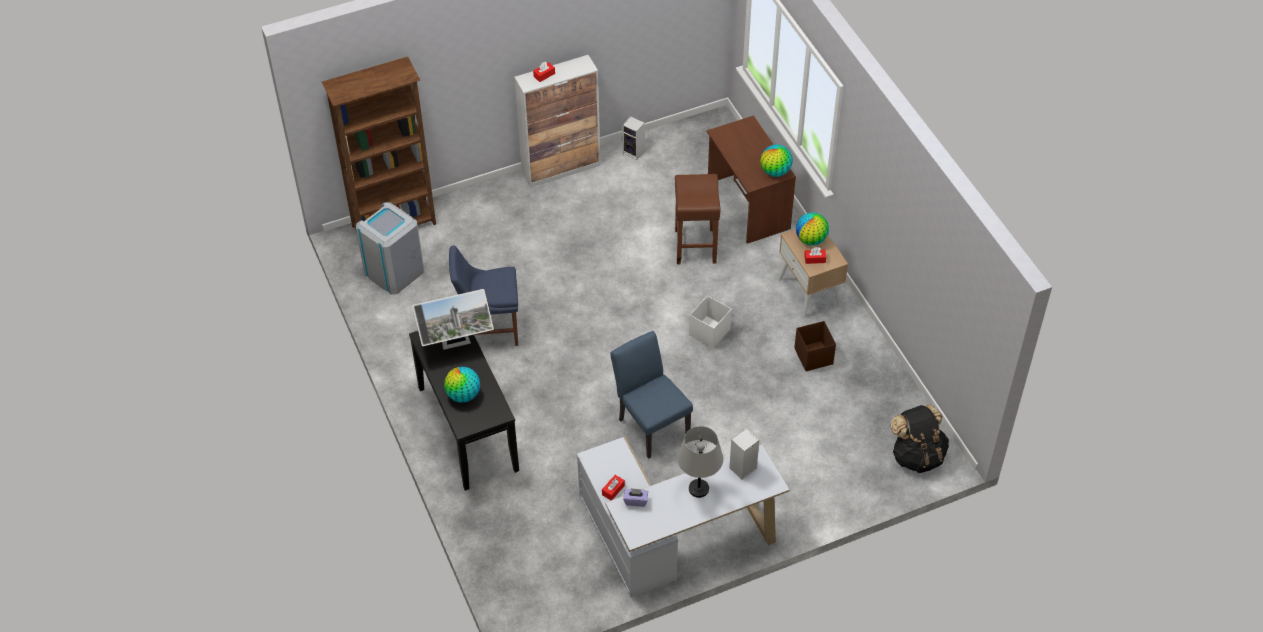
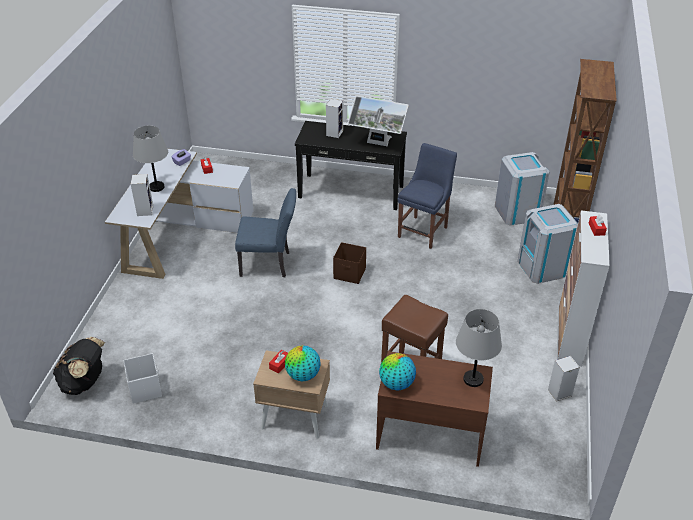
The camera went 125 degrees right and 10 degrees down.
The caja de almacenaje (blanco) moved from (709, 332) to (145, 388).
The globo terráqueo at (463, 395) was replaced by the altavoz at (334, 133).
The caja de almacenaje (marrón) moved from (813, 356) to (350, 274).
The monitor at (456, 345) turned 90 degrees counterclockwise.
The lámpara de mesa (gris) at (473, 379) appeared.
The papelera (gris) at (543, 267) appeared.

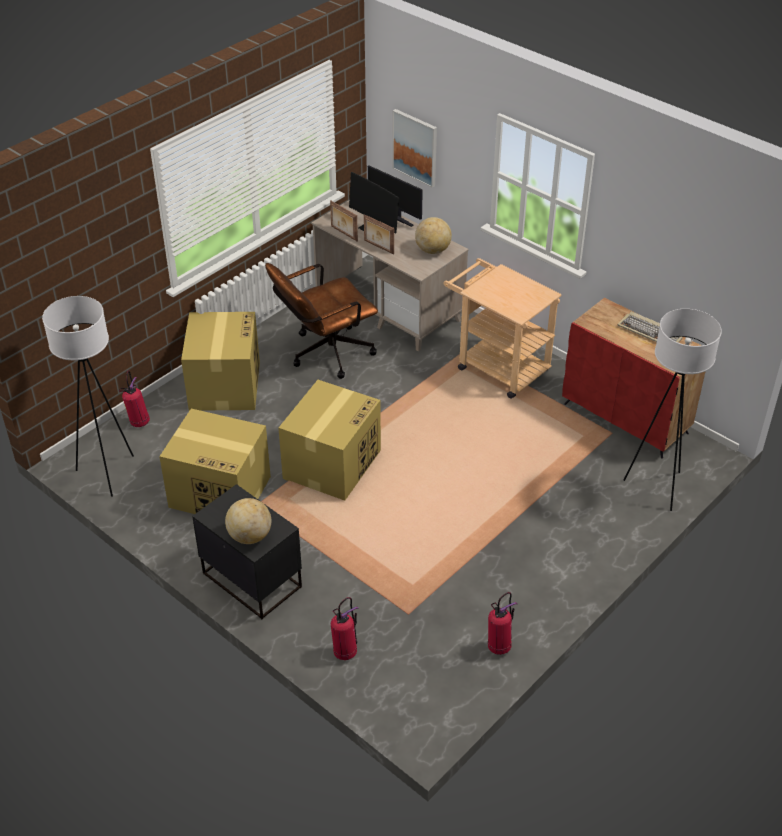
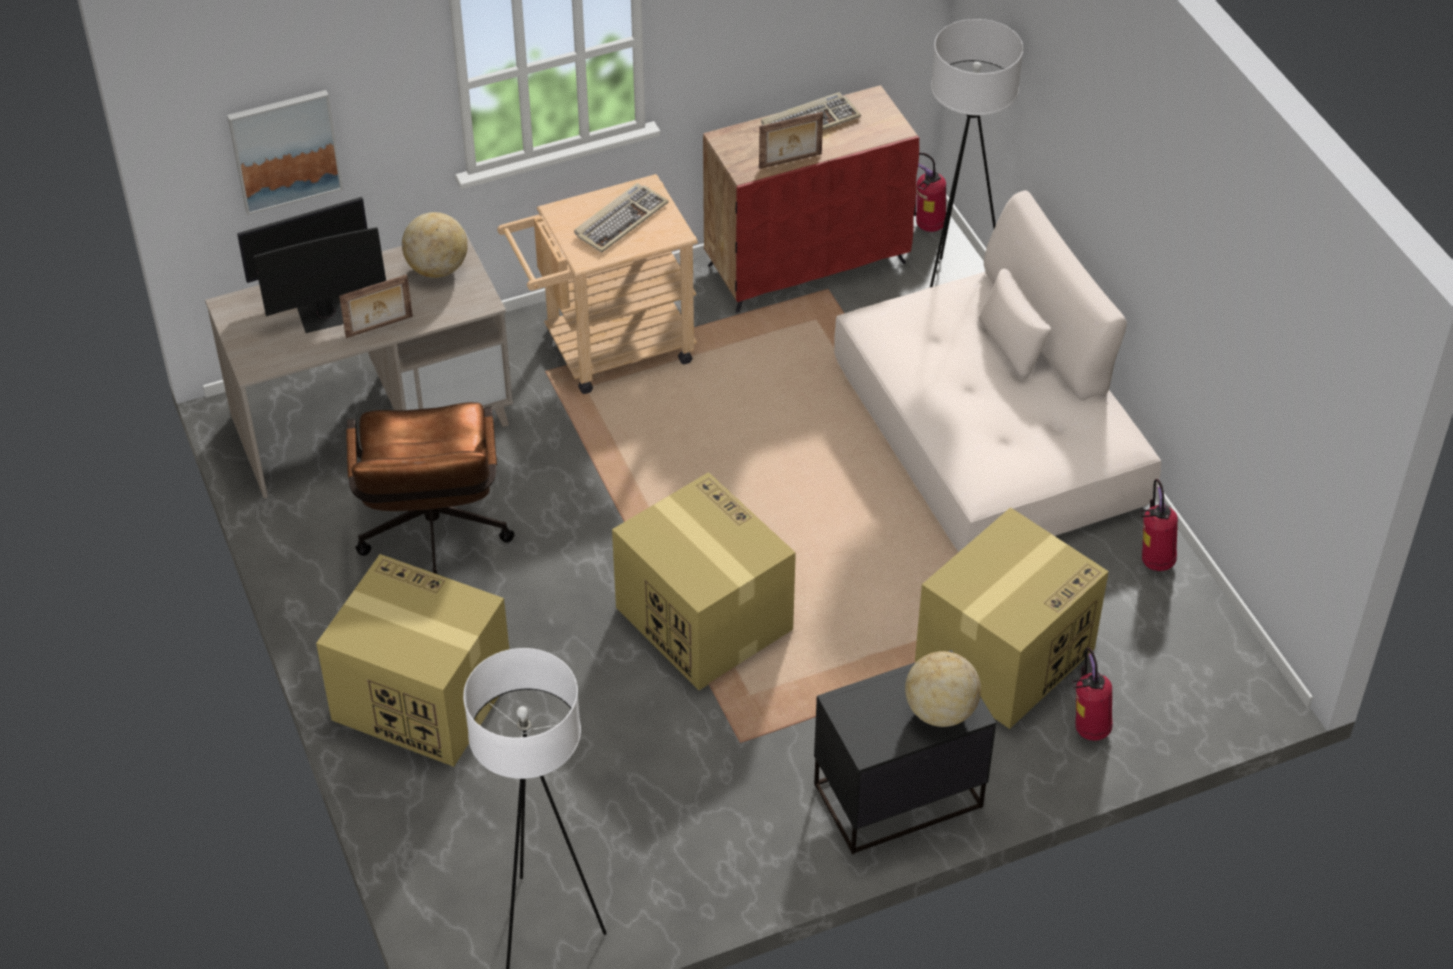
The camera went 65 degrees left and 5 degrees up.
The teclado at (620, 220) appeared.
The portarretratos moved from (343, 234) to (790, 161).
The sofá (beis) at (990, 433) appeared.
The extintor moved from (139, 422) to (927, 226).
The caja de cartón moved from (221, 492) to (1005, 654).

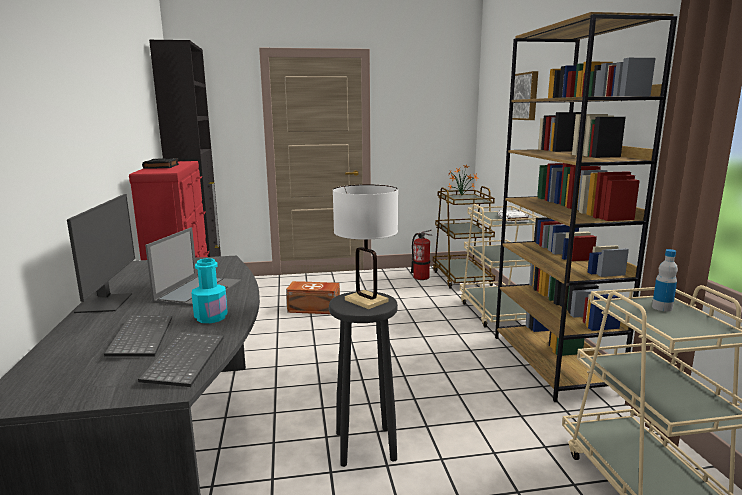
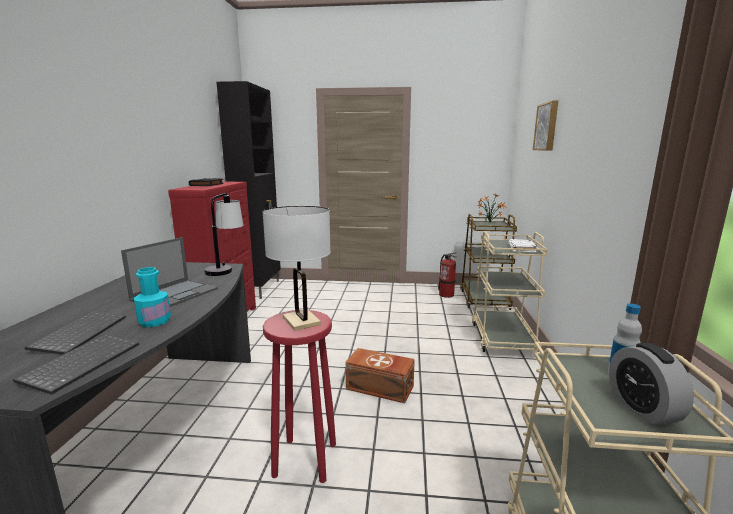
The camera went 15 degrees right and 0 degrees up.
The lámpara de mesa at (225, 268) appeared.
The taburete (negro) at (365, 446) became the taburete (rojo) at (304, 460).
The caja de almacenaje (marrón) moved from (314, 309) to (380, 388).
The despertador at (642, 408) appeared.
The monitor at (106, 303) disappeared.
The estantería (marrón) at (553, 363) disappeared.

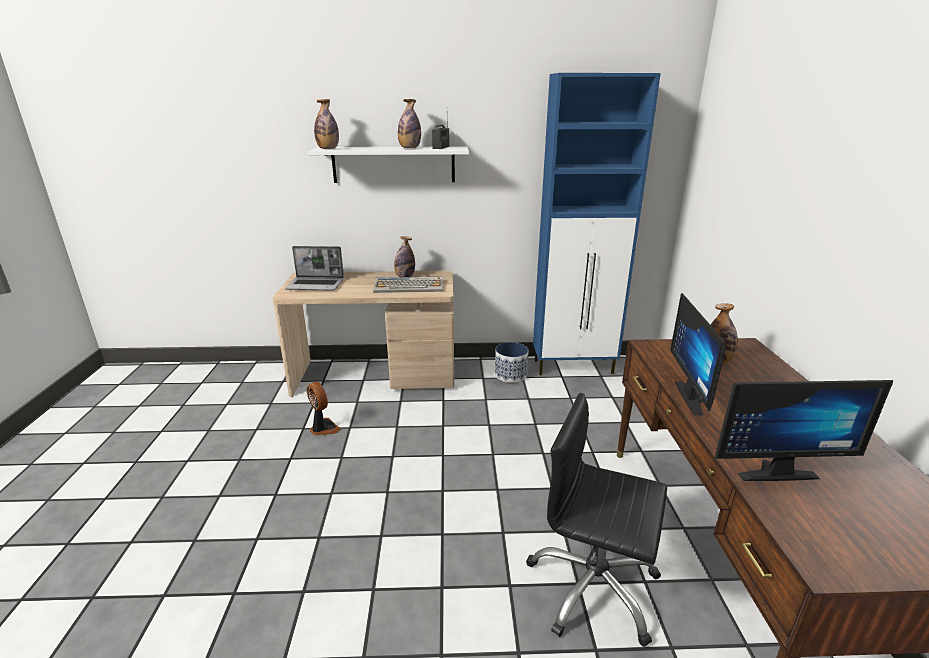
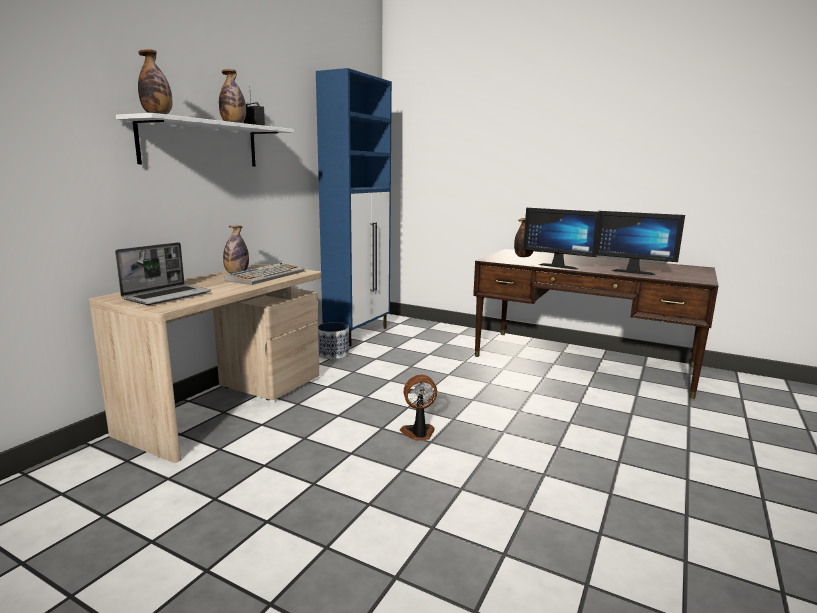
The camera went 60 degrees left and 10 degrees down.
The ventilador moved from (323, 428) to (418, 433).
The monitor at (772, 469) turned 90 degrees clockwise.
The silla de oficina (negro) at (593, 587) disappeared.

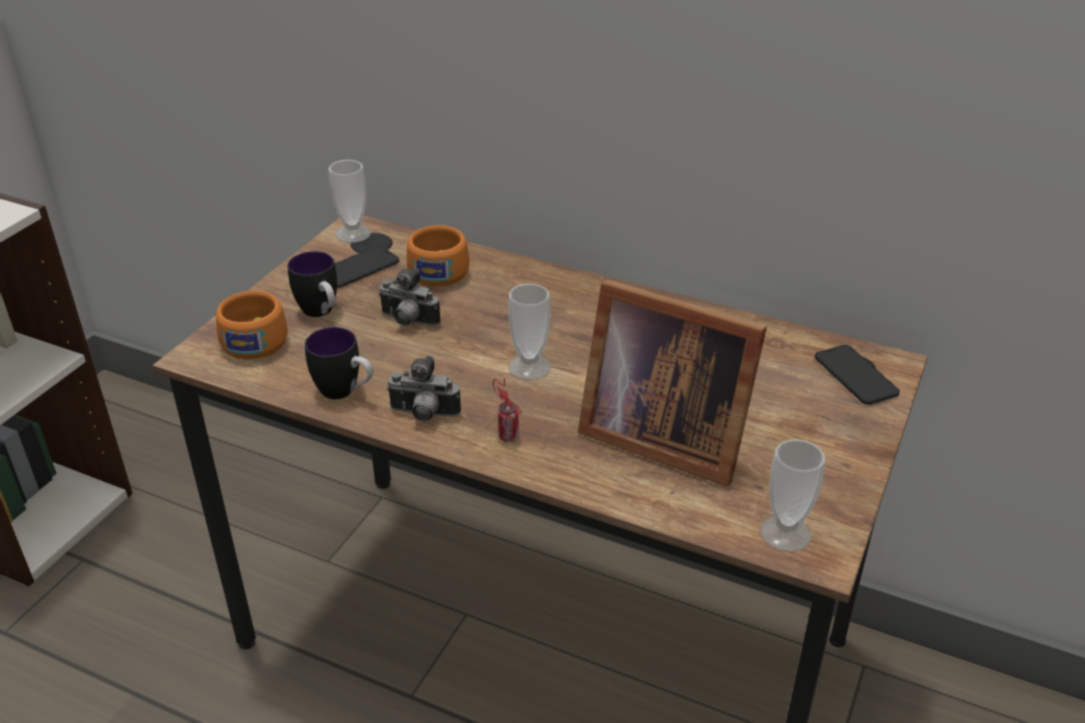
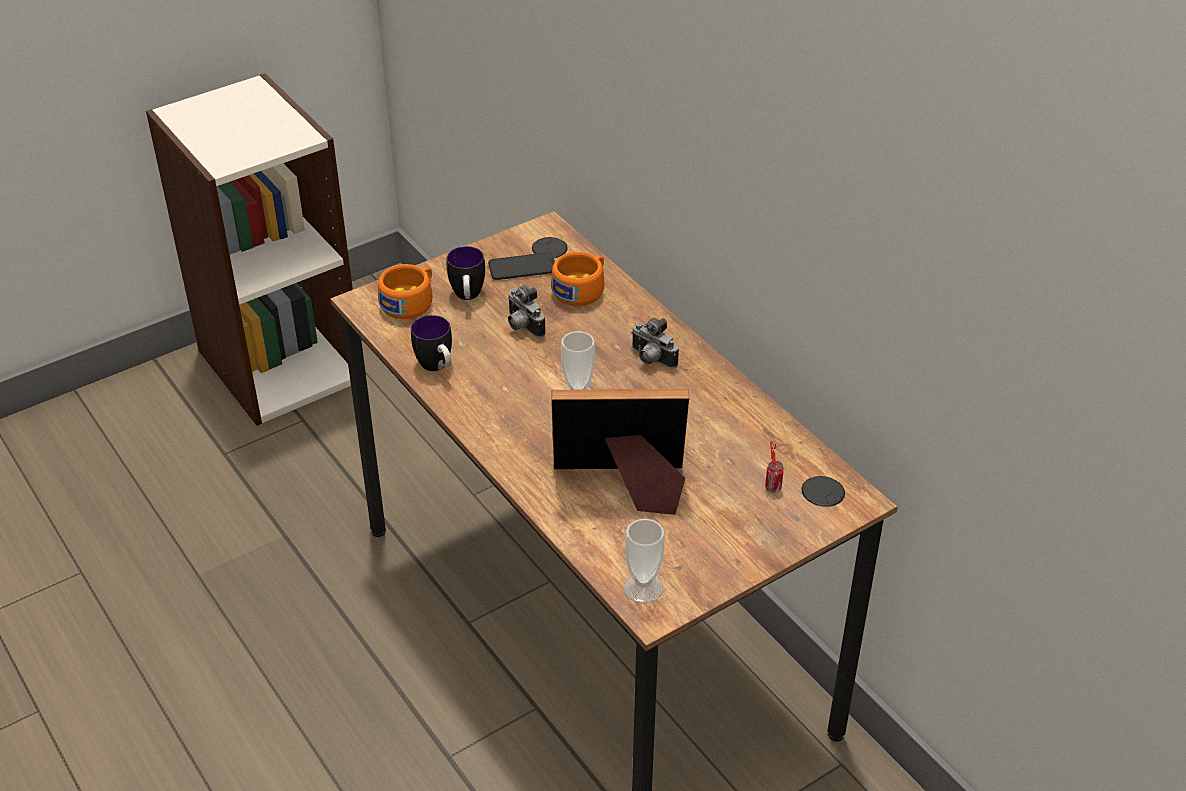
The camera went 30 degrees right and 5 degrees up.
The portarretratos at (660, 435) turned 120 degrees clockwise.
The cámara moved from (423, 415) to (651, 359).
The lata moved from (510, 438) to (773, 489).
The taza at (353, 233) disappeared.
The móvil at (855, 375) disappeared.

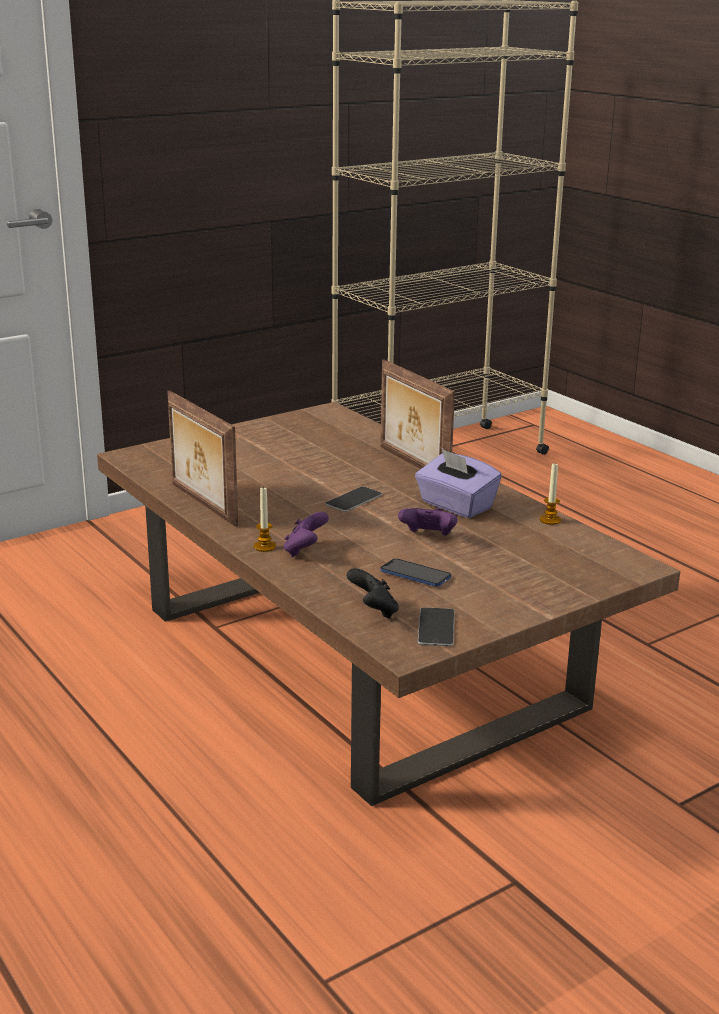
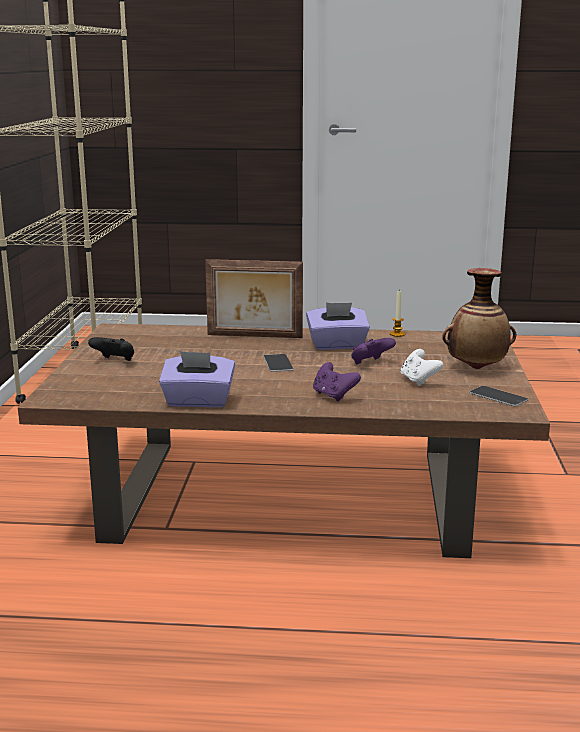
The camera went 50 degrees left and 5 degrees down.
The mando de consola (negro) moved from (374, 611) to (114, 361).
The portarretratos at (202, 505) was replaced by the caja de pañuelos (morado) at (198, 401).
The móvil at (415, 574) was replaced by the mando de consola (blanco) at (419, 381).
The florero at (476, 367) appeared.
The vela at (264, 547) disappeared.

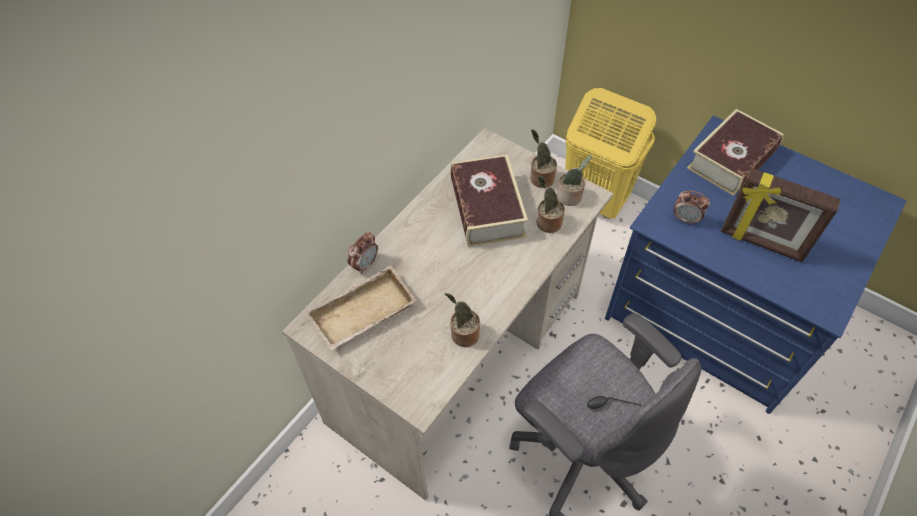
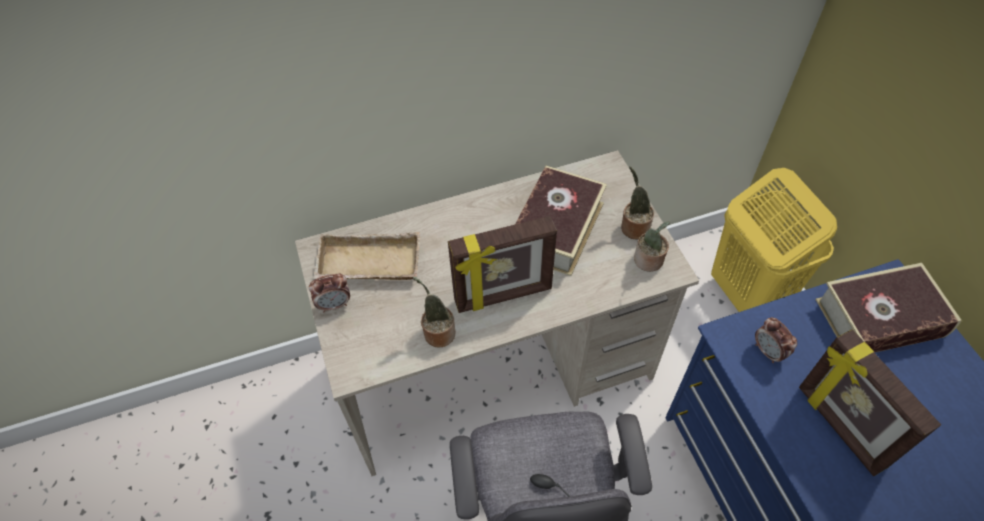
The camera went 35 degrees right and 0 degrees up.
The despertador moved from (365, 264) to (335, 304).
The portarretratos at (503, 296) appeared.
The planta en maceta at (547, 222) disappeared.

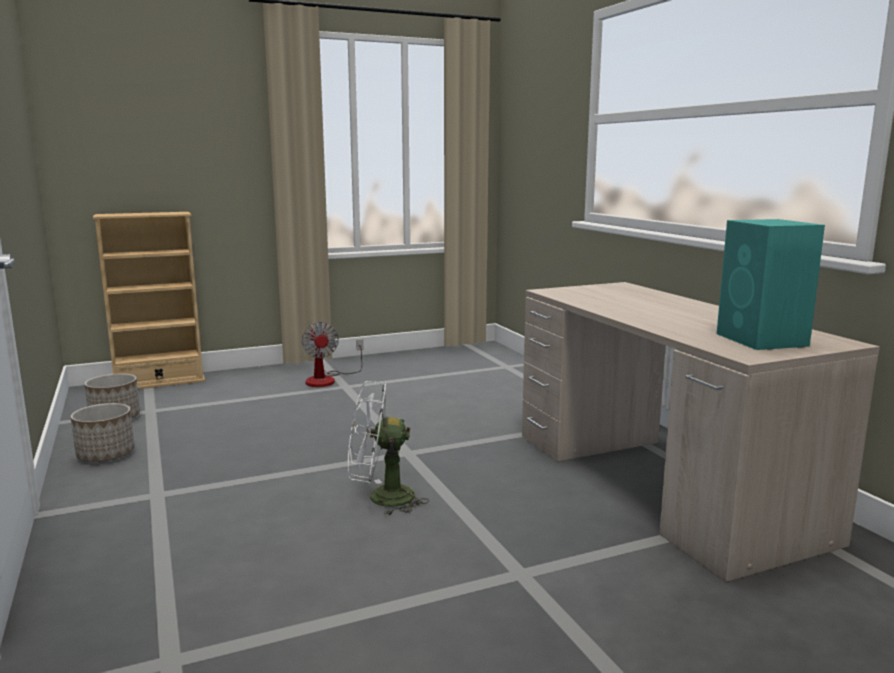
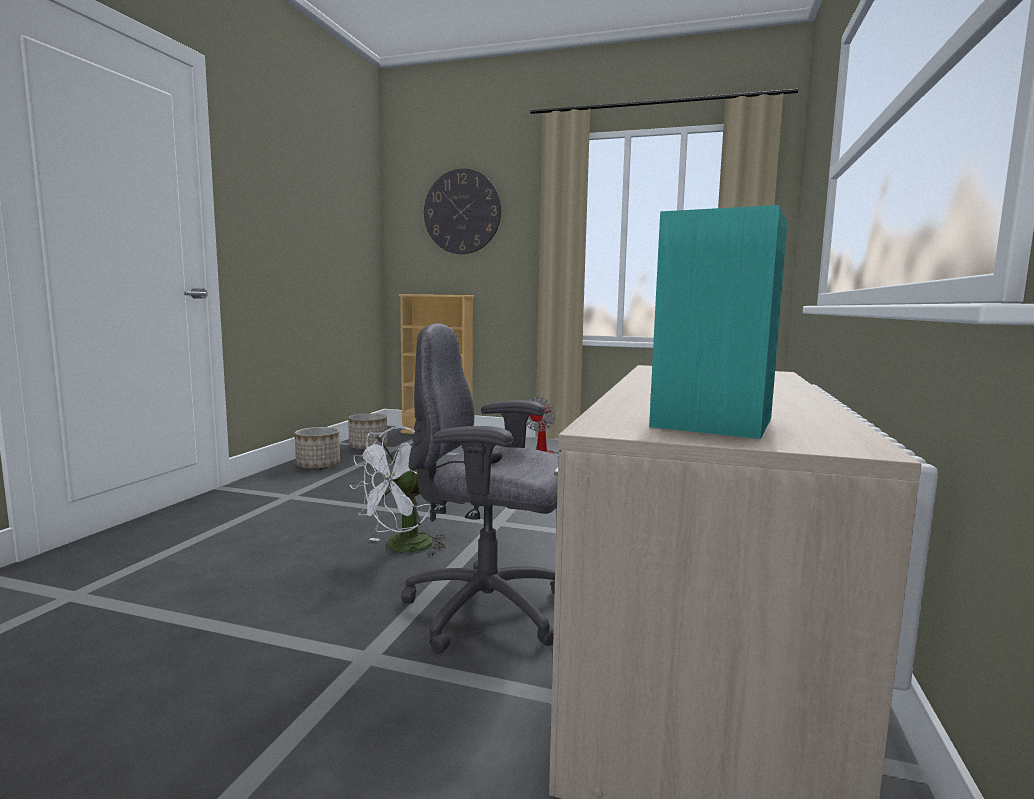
The camera went 40 degrees right and 5 degrees down.
The ventilador (blanco) at (381, 498) turned 90 degrees counterclockwise.
The silla de oficina (gris) at (489, 610) appeared.
The reloj de pared at (462, 212) appeared.

